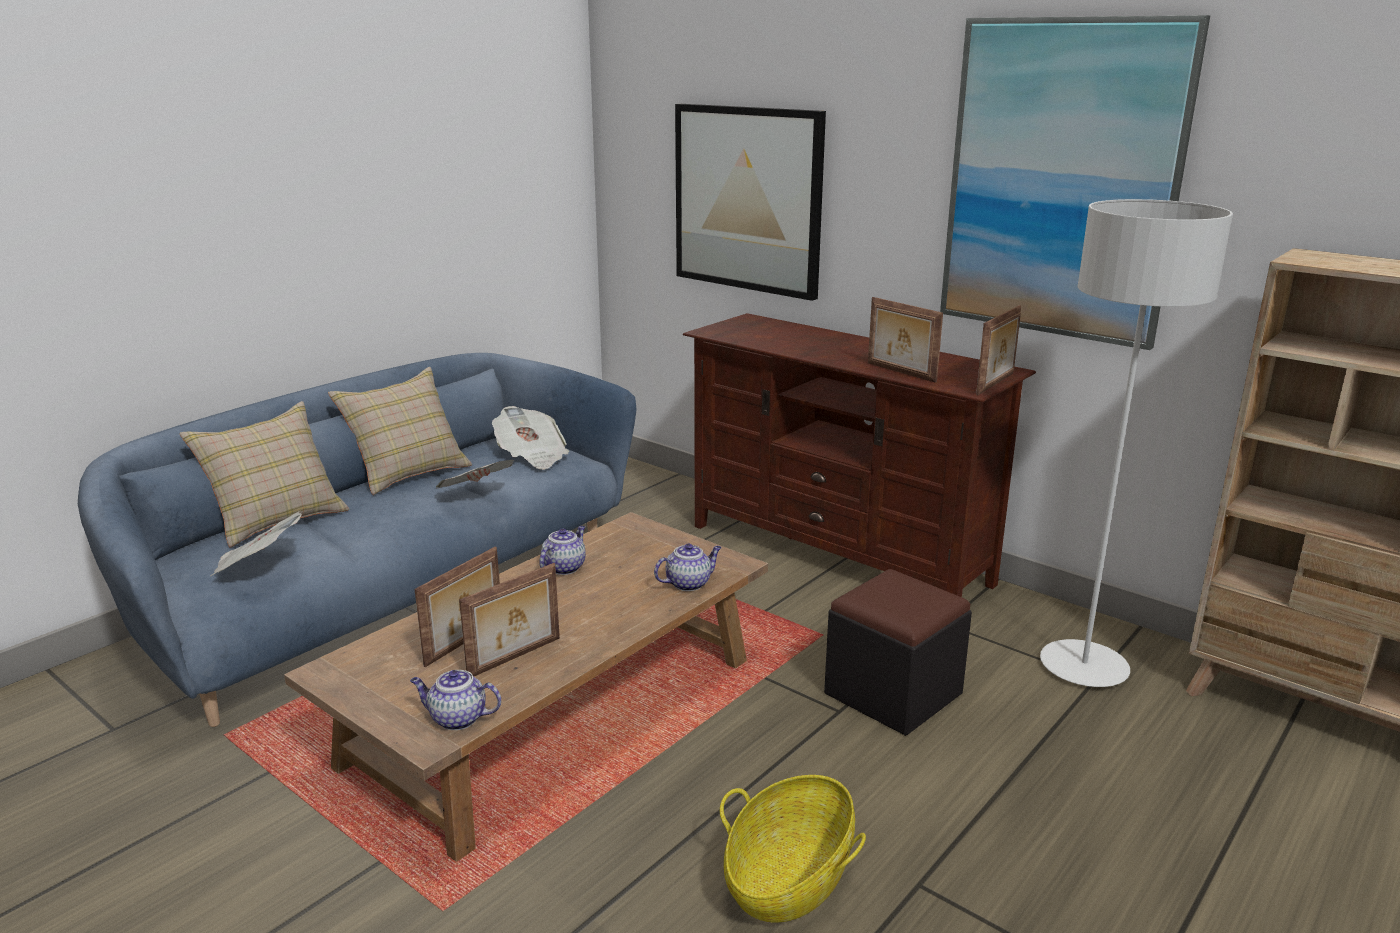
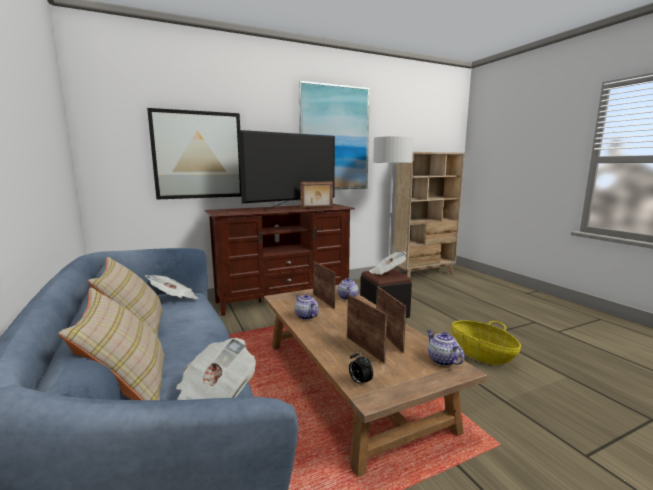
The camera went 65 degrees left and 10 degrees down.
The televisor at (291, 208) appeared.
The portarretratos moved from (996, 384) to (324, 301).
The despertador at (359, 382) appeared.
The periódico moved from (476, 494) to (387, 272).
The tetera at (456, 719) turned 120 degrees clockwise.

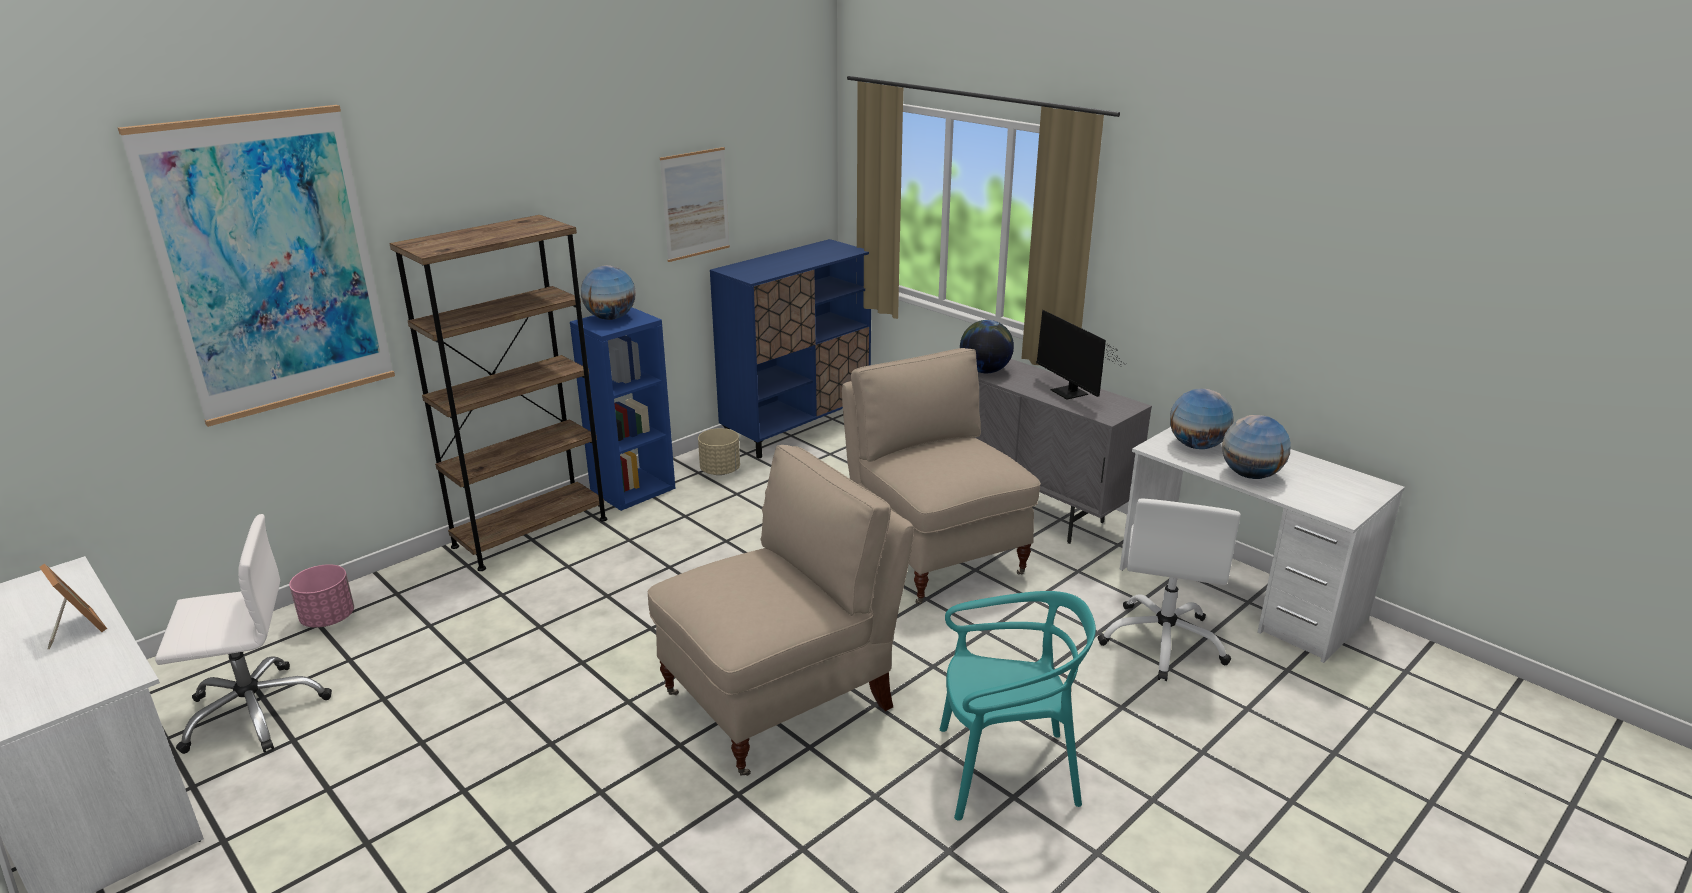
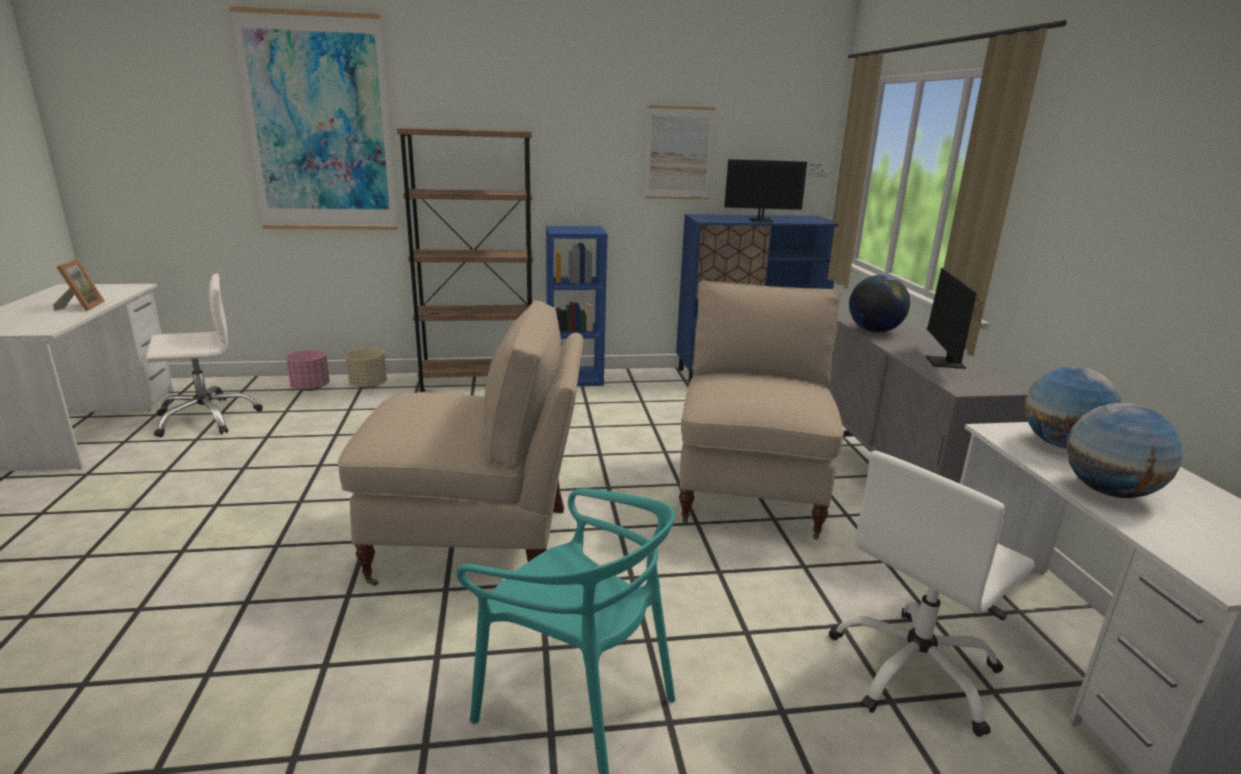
The camera went 35 degrees right and 5 degrees down.
The silla de oficina (blanco) at (254, 711) turned 45 degrees counterclockwise.
The maceta (beis) moved from (720, 471) to (368, 385).
The monitor at (765, 220) appeared.
The globo terráqueo at (610, 318) disappeared.

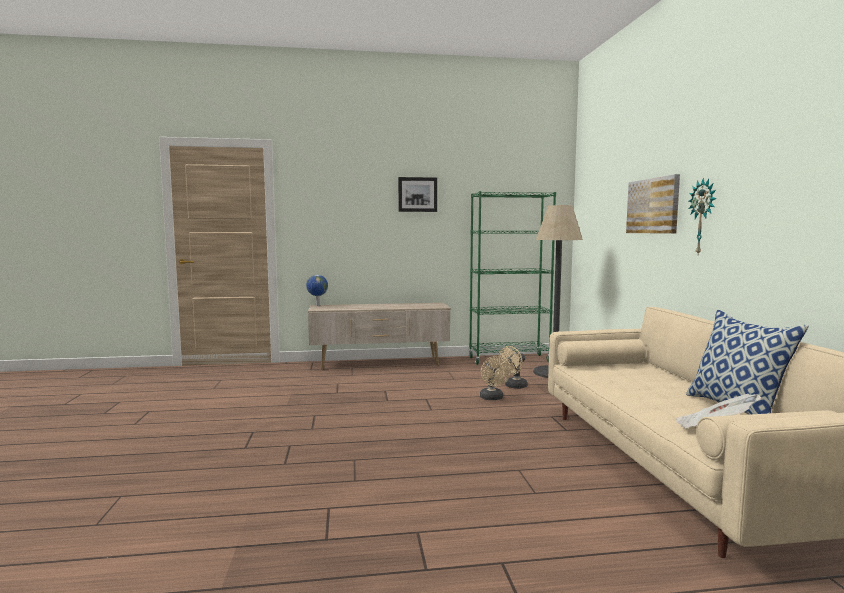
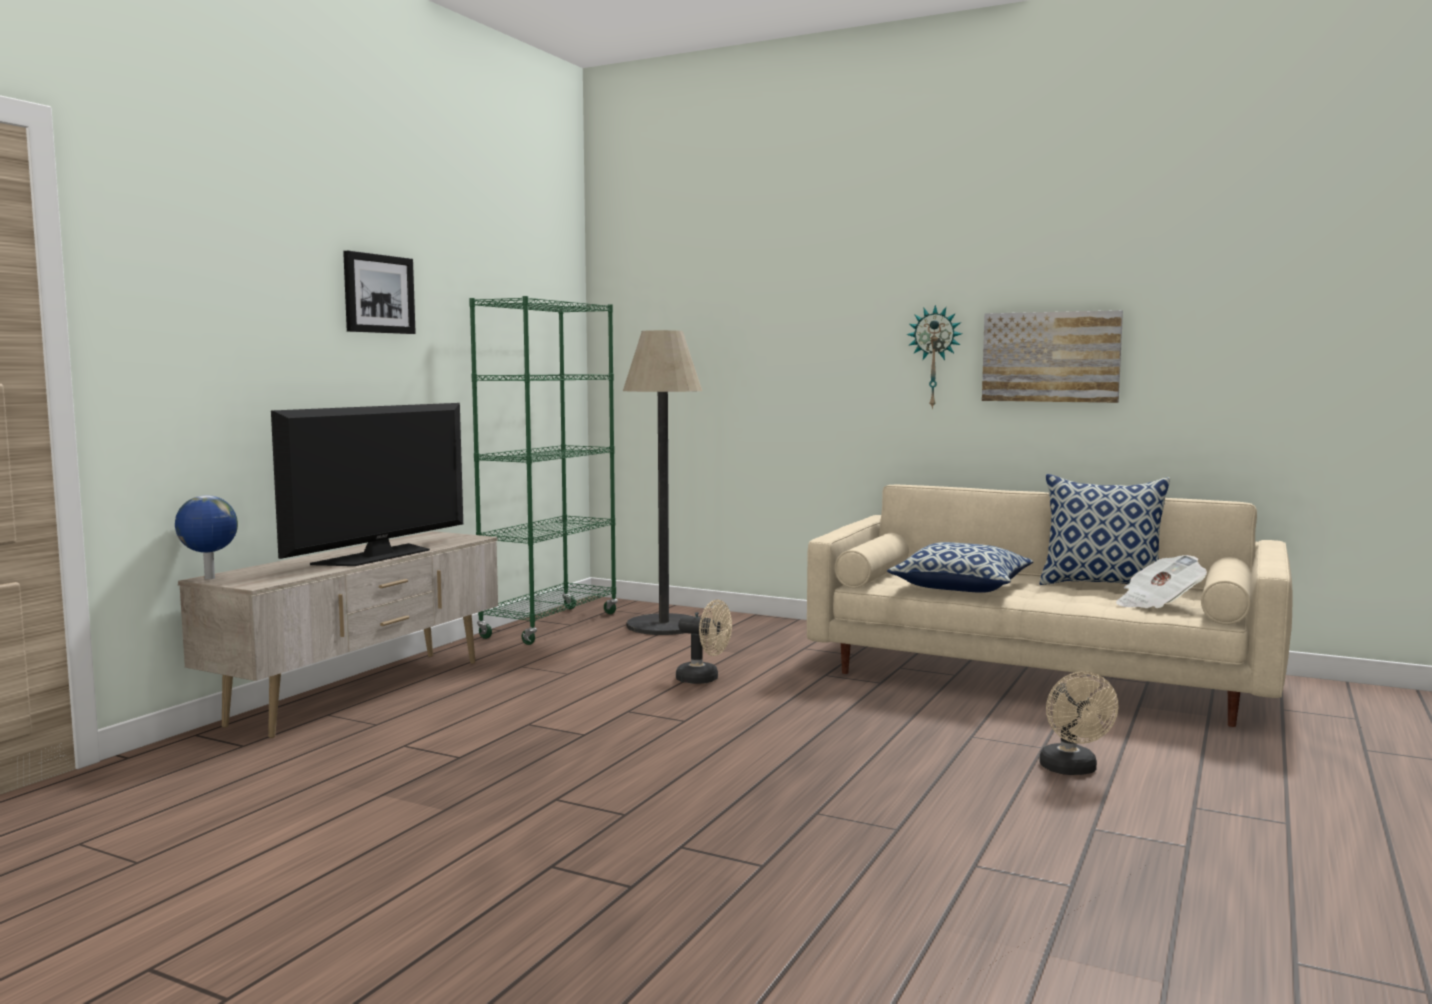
The camera went 55 degrees left and 0 degrees up.
The televisor at (377, 556) appeared.
The cojín at (961, 588) appeared.
The cuadro moved from (653, 206) to (1051, 357).
The ventilador (beis) moved from (513, 386) to (1072, 770).

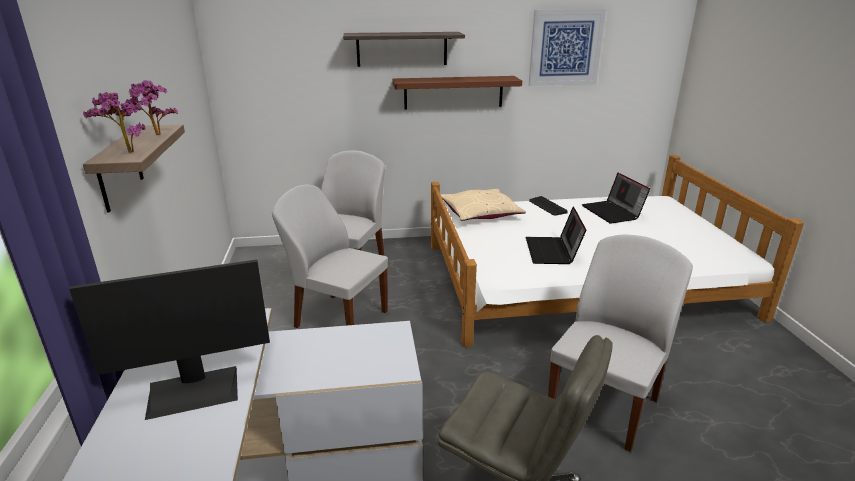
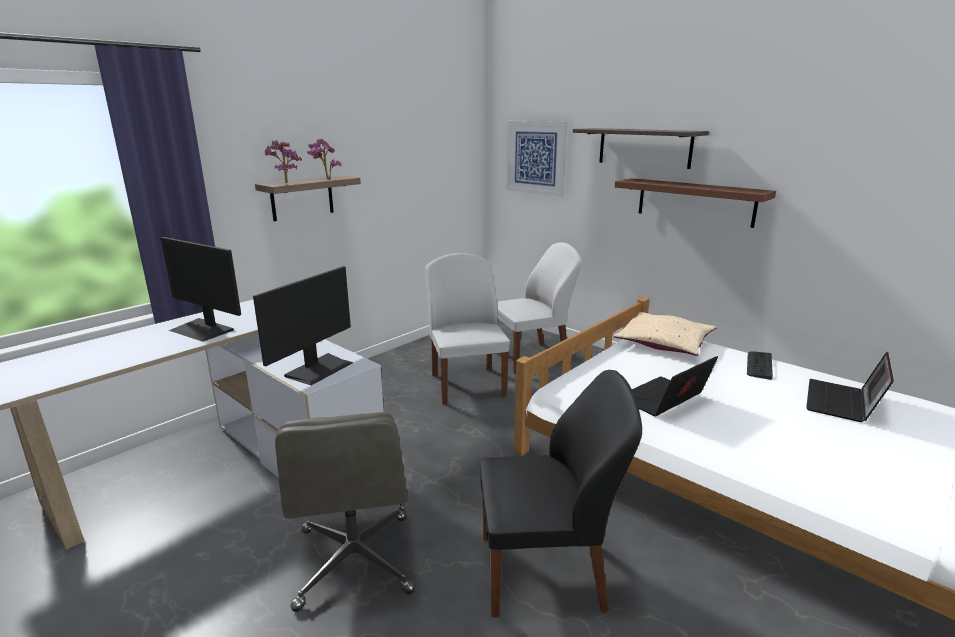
The camera went 50 degrees right and 5 degrees down.
The monitor at (319, 368) appeared.
The silla (blanco) at (604, 405) became the silla (negro) at (545, 572).
The cuadro moved from (565, 48) to (536, 158).

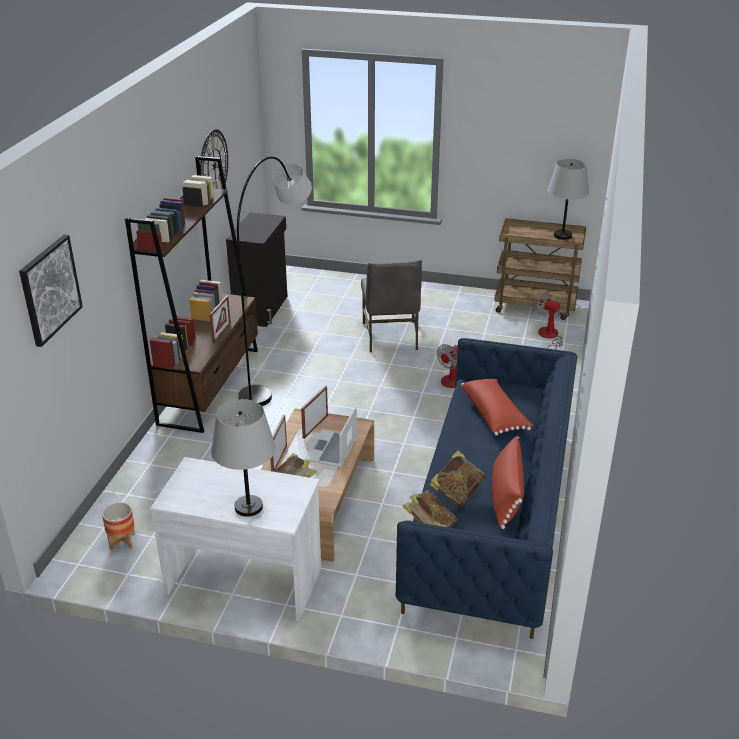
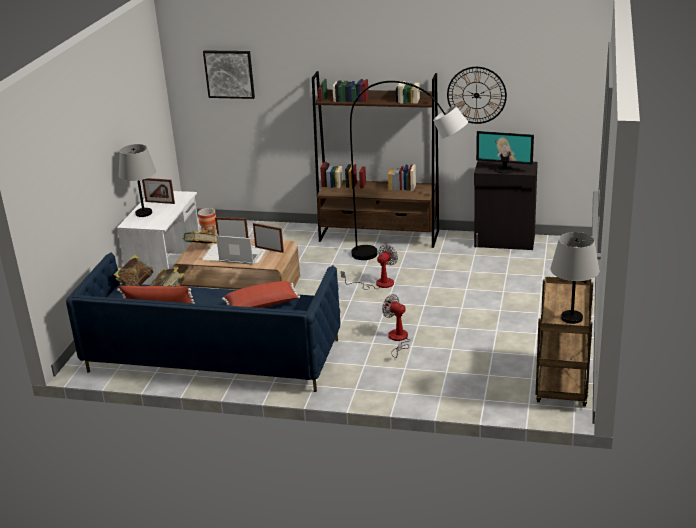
The camera went 90 degrees right and 5 degrees down.
The portarretratos moved from (221, 333) to (160, 202).
The ventilador moved from (549, 337) to (378, 284).
The monitor at (504, 170) appeared.
The silla (gris) at (390, 336) disappeared.

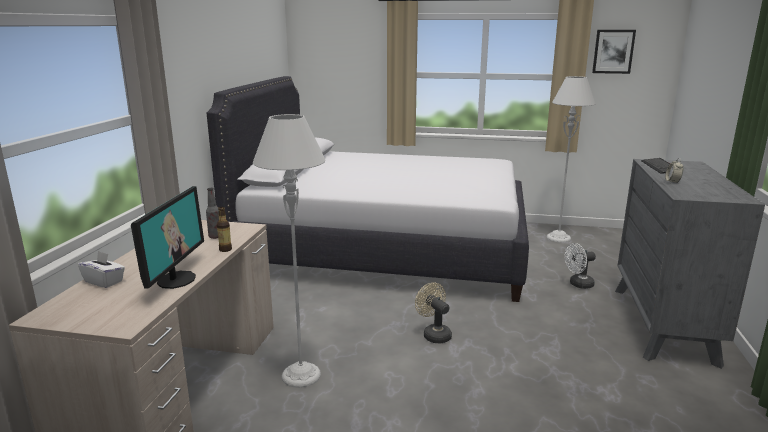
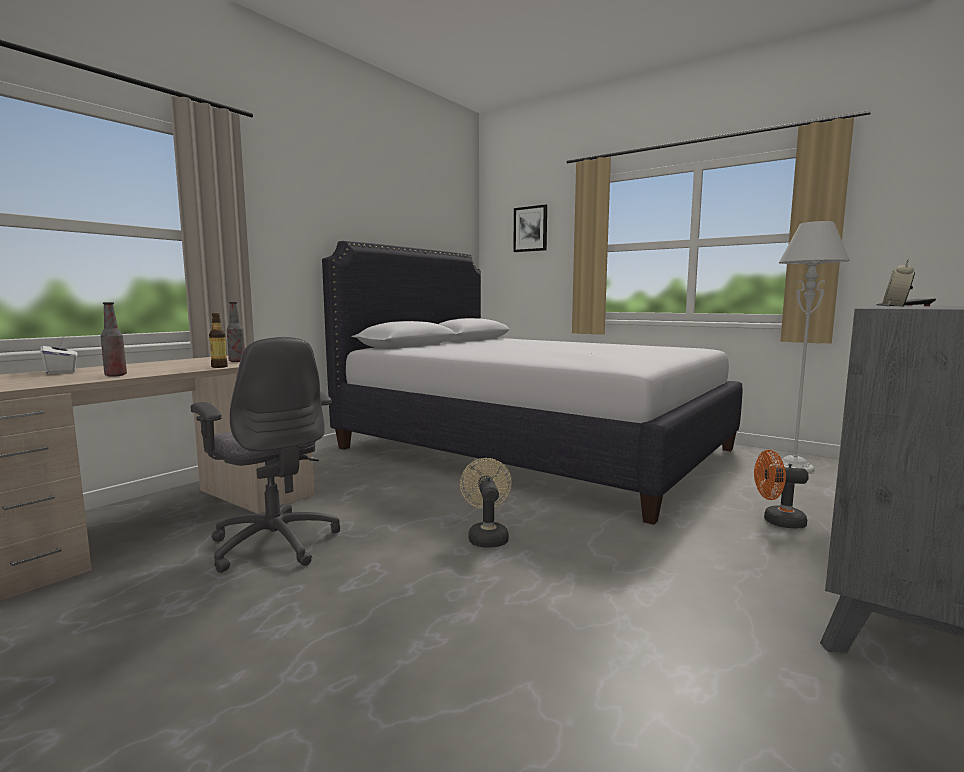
The camera went 25 degrees right and 10 degrees down.
The monitor at (175, 279) was replaced by the botella at (115, 375).
The lámpara de pie (gris) at (301, 375) was replaced by the silla de oficina (gris) at (274, 543).
The cuadro moved from (613, 51) to (530, 229).
The ventilador (blanco) at (578, 284) became the ventilador (naranja) at (777, 521).

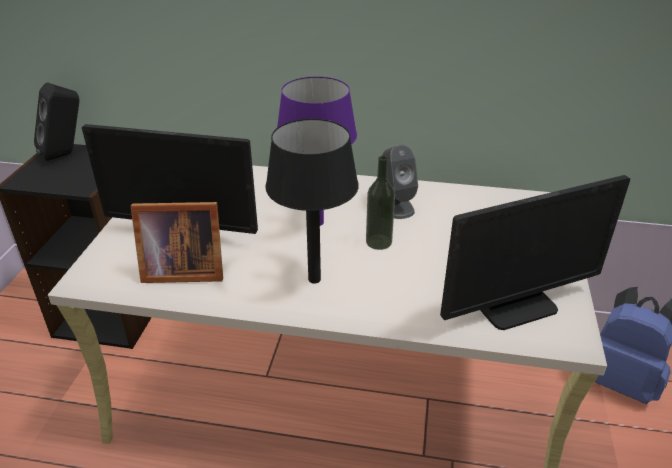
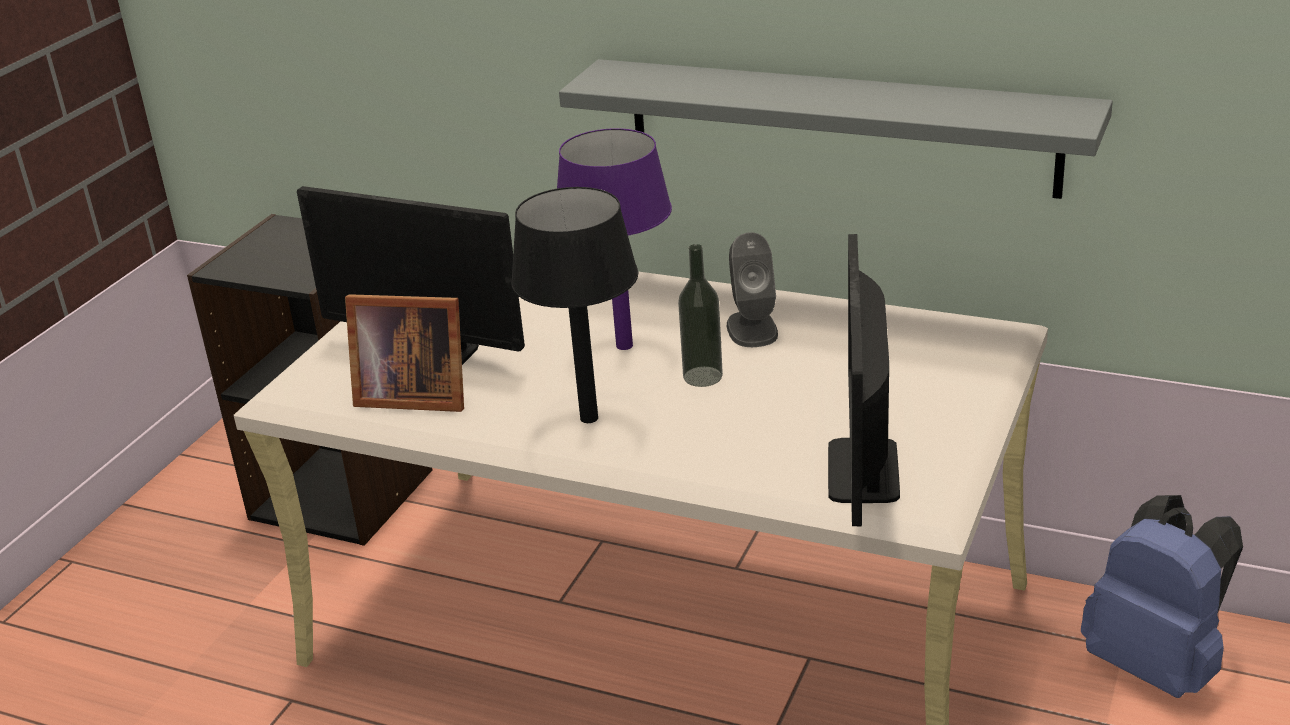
The camera went 15 degrees right and 5 degrees down.
The estante (gris) at (839, 127) appeared.
The monitor at (516, 306) turned 105 degrees clockwise.
The altavoz (negro) at (66, 154) disappeared.

